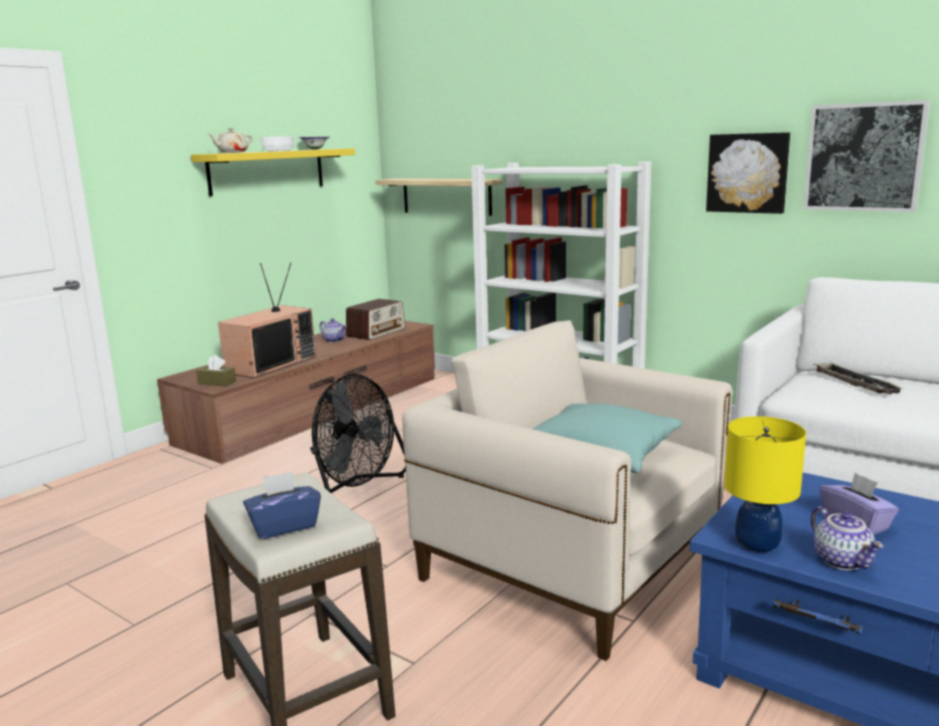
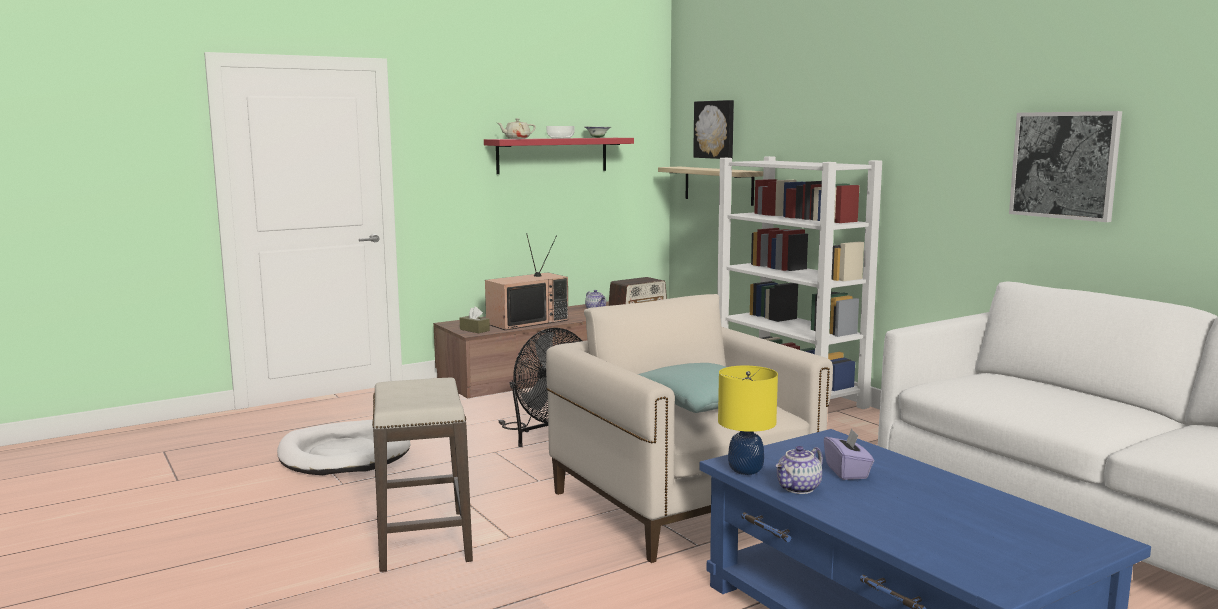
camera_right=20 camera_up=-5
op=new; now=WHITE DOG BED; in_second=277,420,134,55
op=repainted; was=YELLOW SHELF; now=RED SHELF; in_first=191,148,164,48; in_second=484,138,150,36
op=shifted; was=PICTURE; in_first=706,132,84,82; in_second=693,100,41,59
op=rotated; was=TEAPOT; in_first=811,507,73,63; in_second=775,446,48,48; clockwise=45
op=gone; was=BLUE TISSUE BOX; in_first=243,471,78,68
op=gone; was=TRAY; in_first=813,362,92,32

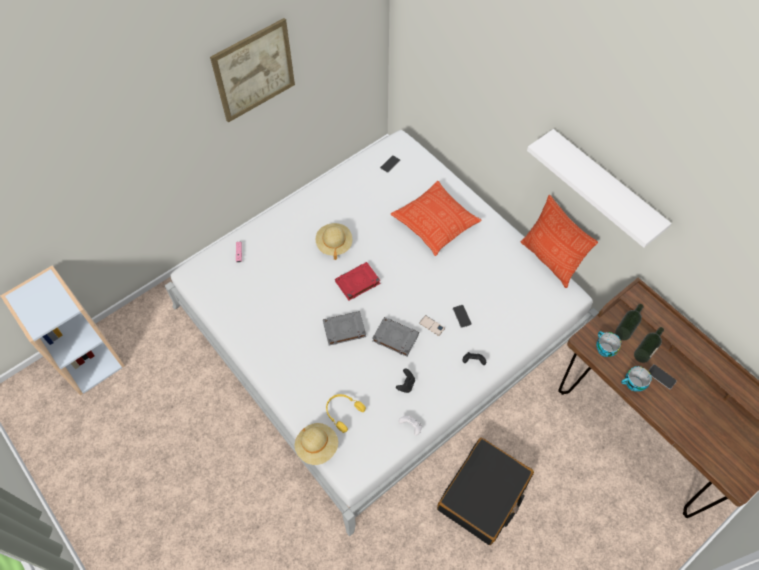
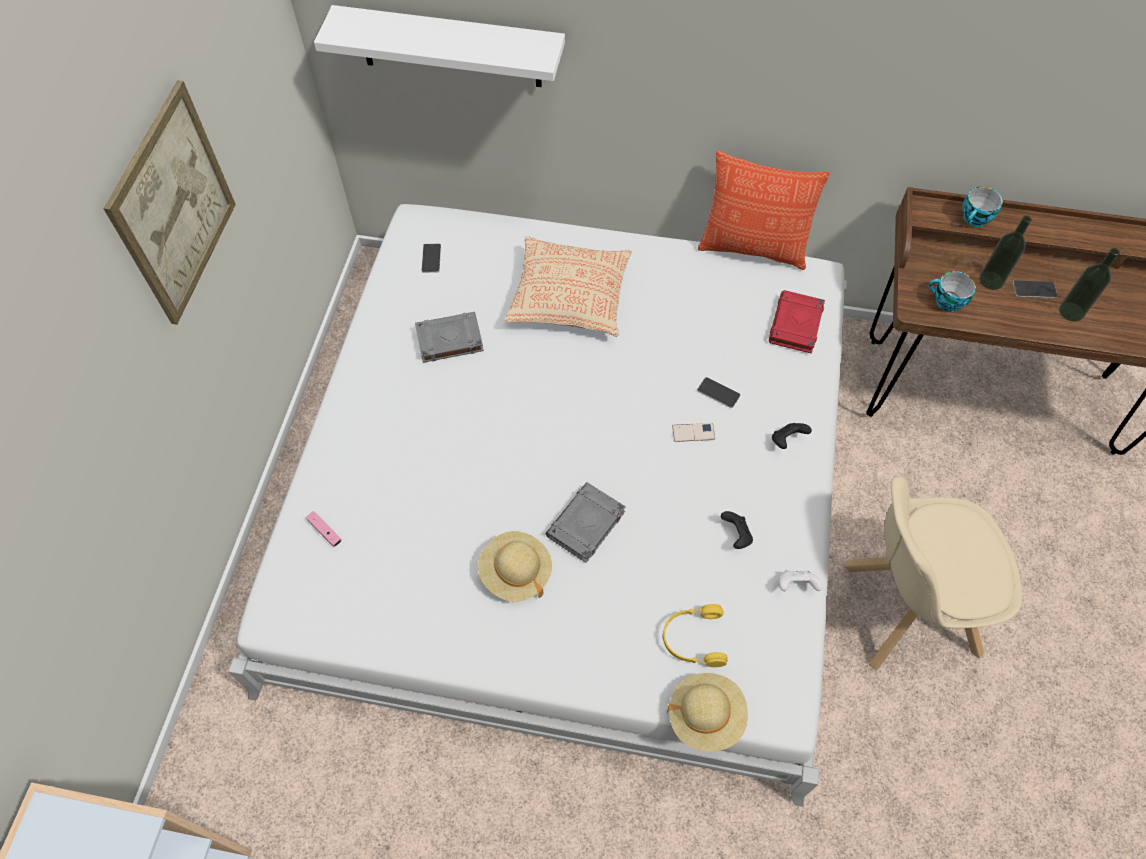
camera_right=-40 camera_up=0
op=shifted; was=WHITE SHELF; in_first=527,129,145,119; in_second=314,5,251,82
op=shifted; was=GREY BOOK; in_first=372,317,47,40; in_second=415,312,69,51
op=shifted; was=BEIGE HAT; in_first=316,223,36,37; in_second=478,531,74,71
op=repainted; was=ORANGE PILLOW; now=BEIGE PILLOW; in_first=390,181,92,75; in_second=504,236,128,101
op=shifted; was=RED BOOK; in_first=335,262,45,38; in_second=769,290,56,64
op=swapped; was=BLACK SUITCASE; now=BEIGE CHAIR; in_first=437,438,97,107; in_second=843,476,179,194
op=shifted; was=CUP; in_first=621,366,31,25; in_second=963,186,40,41
op=shifted; was=BOTTLE; in_first=615,304,29,36; in_second=1059,248,61,74

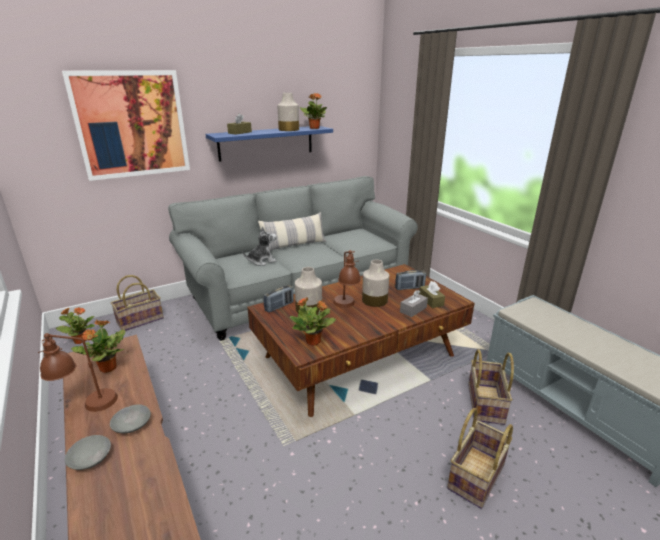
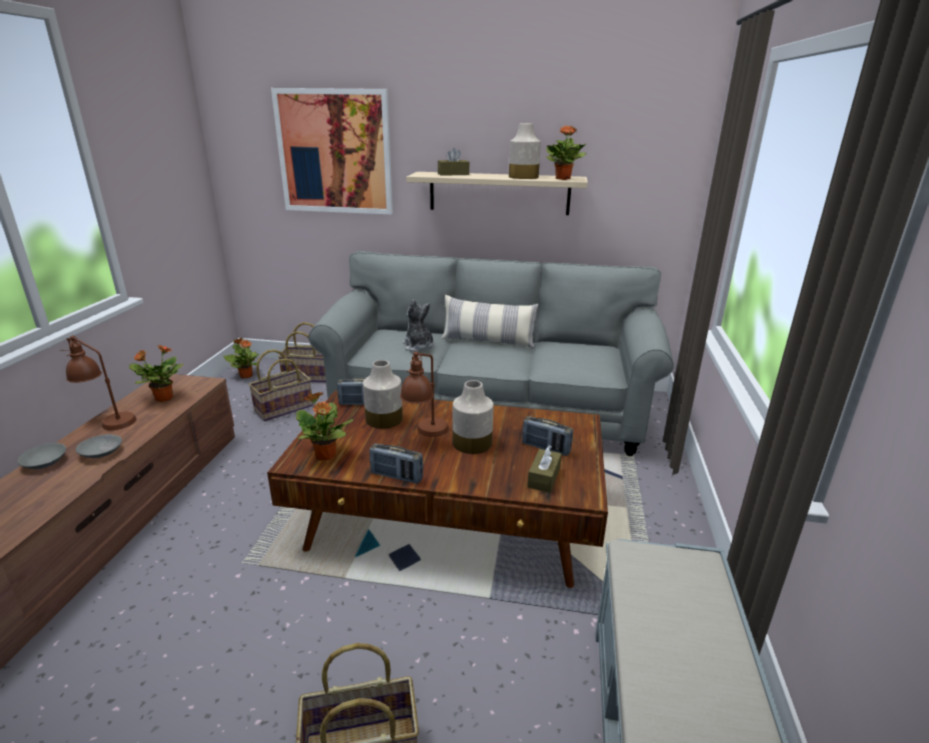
camera_right=40 camera_up=0
op=shifted; was=BASKET; in_first=468,349,46,76; in_second=248,349,65,72
op=new; now=RADIO; in_second=370,443,53,40
op=rotated; was=PLUSH TOY; in_first=243,226,33,40; in_second=402,299,33,53; clockwise=-135
op=repainted; was=BLUE SHELF; now=BEIGE SHELF; in_first=205,126,128,36; in_second=406,172,182,43
op=gone; was=GREY TISSUE BOX; in_first=400,290,28,27

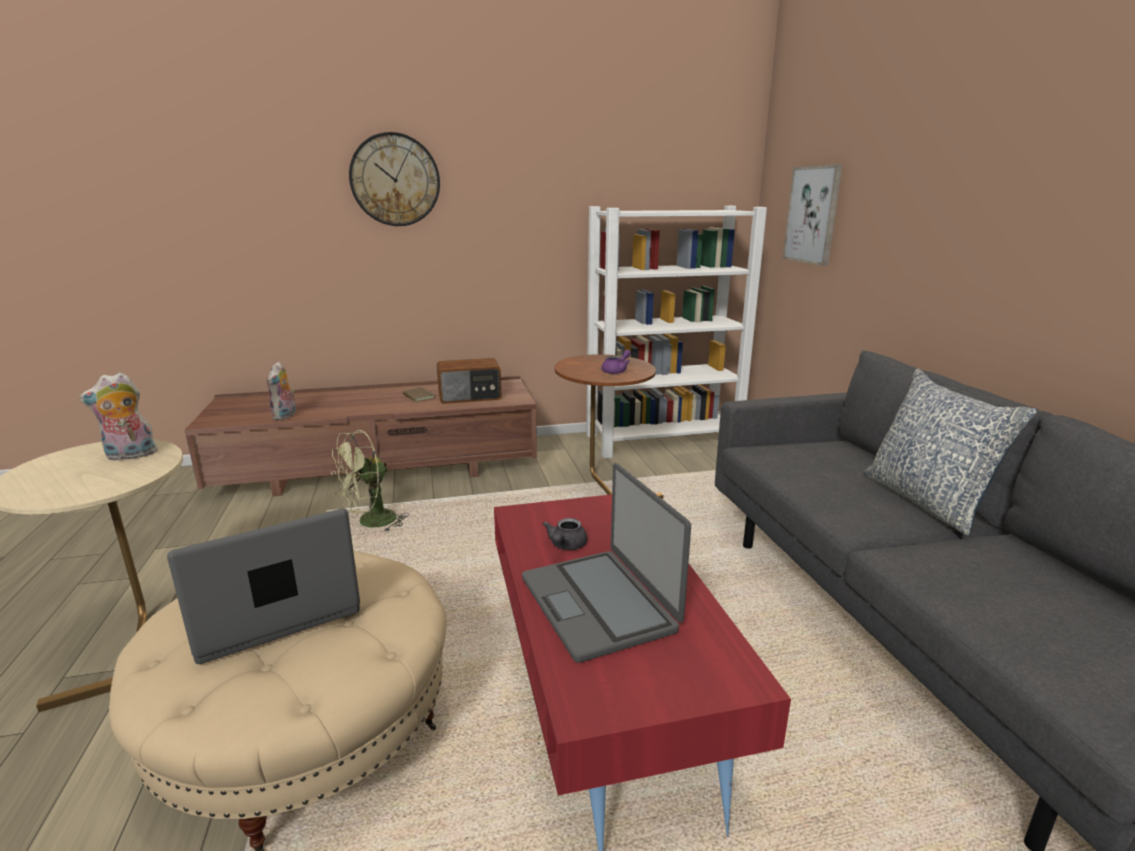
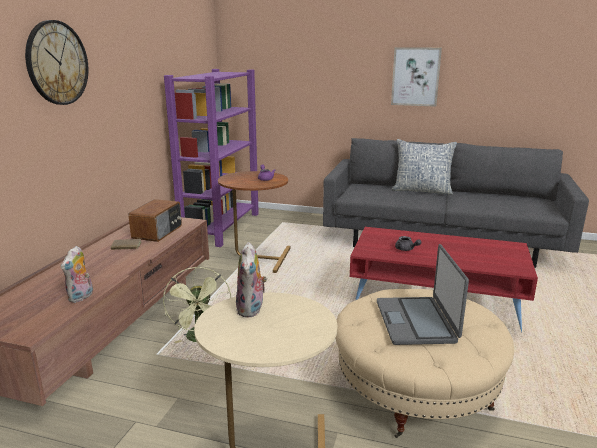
camera_right=-60 camera_up=0
op=rotated; was=PLUSH TOY; in_first=267,362,29,59; in_second=61,246,32,57; clockwise=75
op=repainted; was=WHITE BOOKCASE; now=PURPLE BOOKCASE; in_first=586,206,181,253; in_second=164,69,95,178
op=shifted; was=PICTURE; in_first=783,164,59,102; in_second=391,47,51,60
op=gone; was=LAPTOP; in_first=522,463,169,200

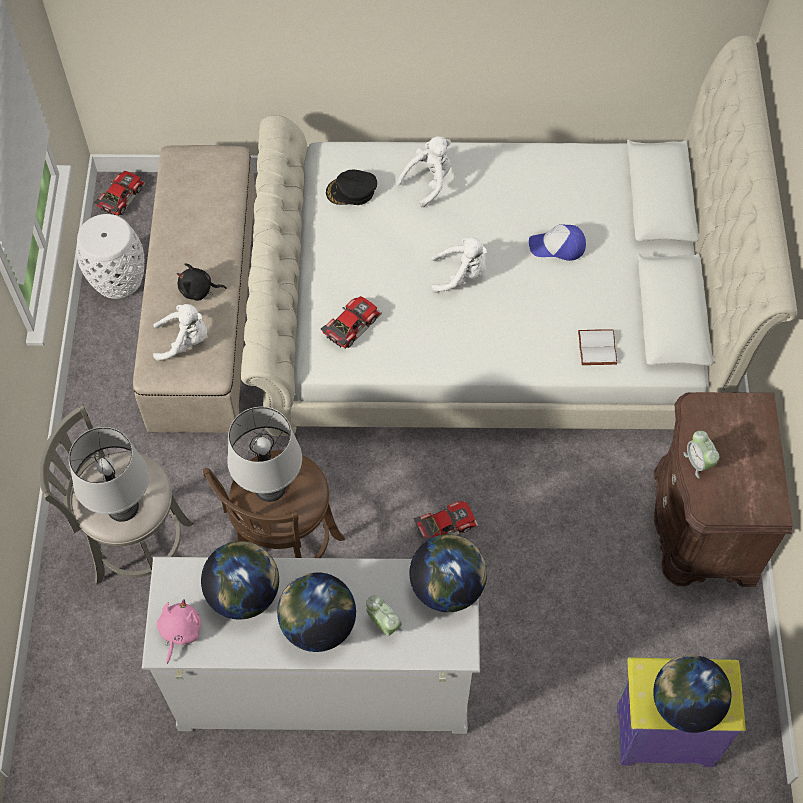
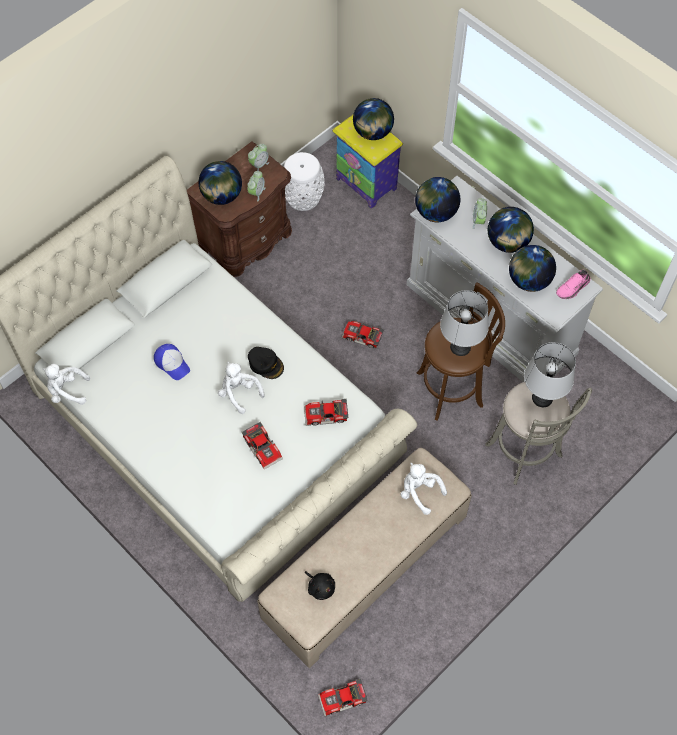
camera_right=-135 camera_up=0
op=shifted; was=WHITE PLUSH TOY; in_first=397,136,54,72; in_second=43,364,47,41
op=new; now=GLOBE; in_second=199,161,43,44
op=new; now=TOY CAR; in_second=242,422,41,47
op=new; now=ALARM CLOCK; in_second=248,144,22,27
op=shifted; was=BLACK CAP; in_first=326,170,51,35; in_second=248,347,36,32
op=shifted; was=WHITE STOOL; in_first=76,214,69,85; in_second=283,152,42,59
op=shifted; was=BLACK PLUSH TOY; in_first=177,263,50,38; in_second=305,571,30,29
op=swapped; was=PINK PLUSH TOY; now=PINK SHOE; in_first=156,599,45,64; in_second=556,270,34,29
op=gone; was=WHITE BOOK; in_first=578,329,39,36

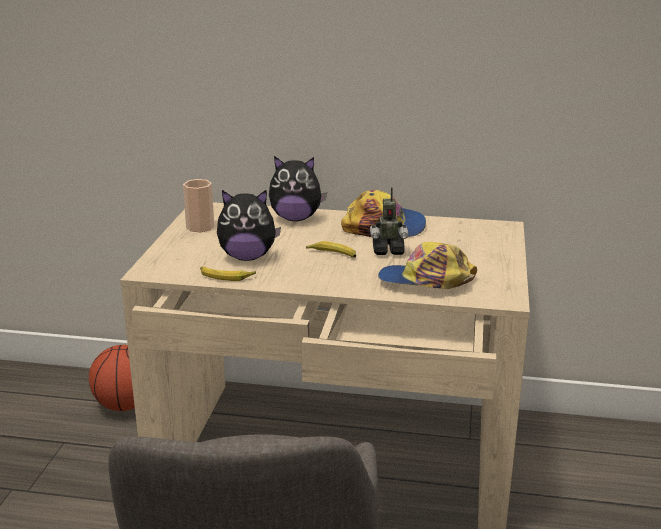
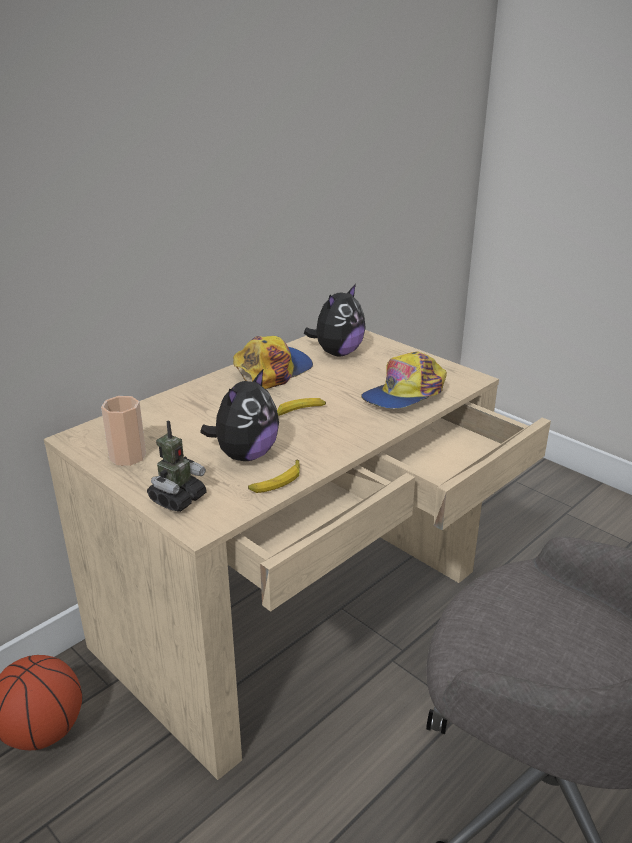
camera_right=-55 camera_up=5
op=shifted; was=TOY ROBOT; in_first=370,187,38,68; in_second=147,421,60,91
op=shifted; was=PLUSH TOY; in_first=269,156,58,65; in_second=304,284,62,72

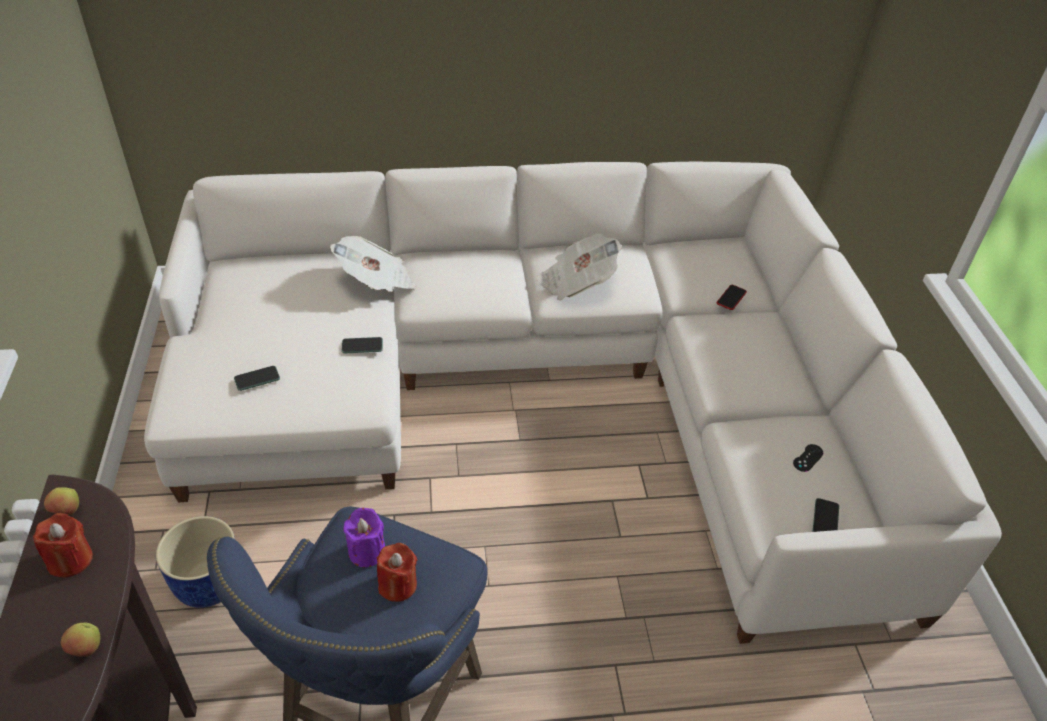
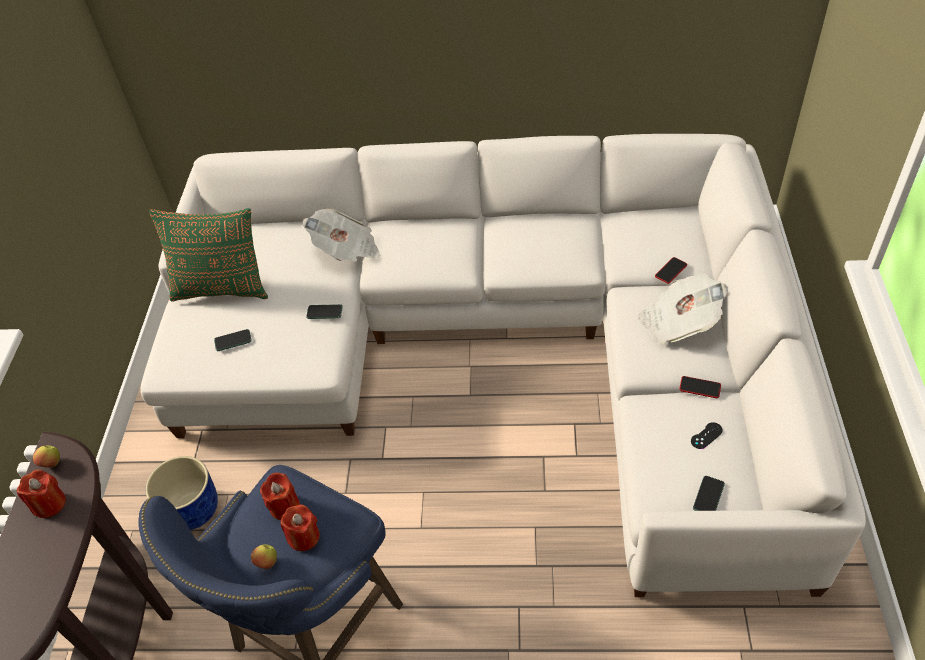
camera_right=15 camera_up=5
op=new; now=GREEN PILLOW; in_second=149,208,119,94
op=shifted; was=APPLE; in_first=61,623,39,34; in_second=251,544,26,25
op=repainted; was=PURPLE CANDLE; now=RED CANDLE; in_first=343,508,42,59; in_second=260,472,40,48
op=shifted; was=NEWSPAPER; in_first=537,234,85,67; in_second=638,273,90,72
op=new; now=PHONE; in_second=679,376,42,22

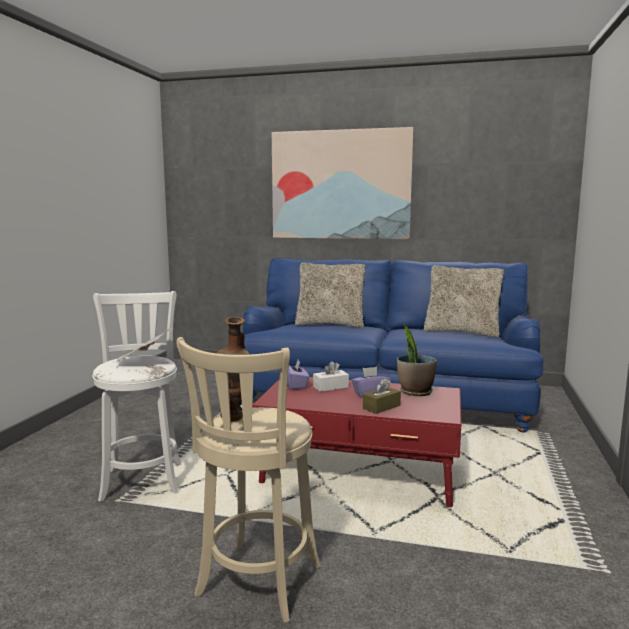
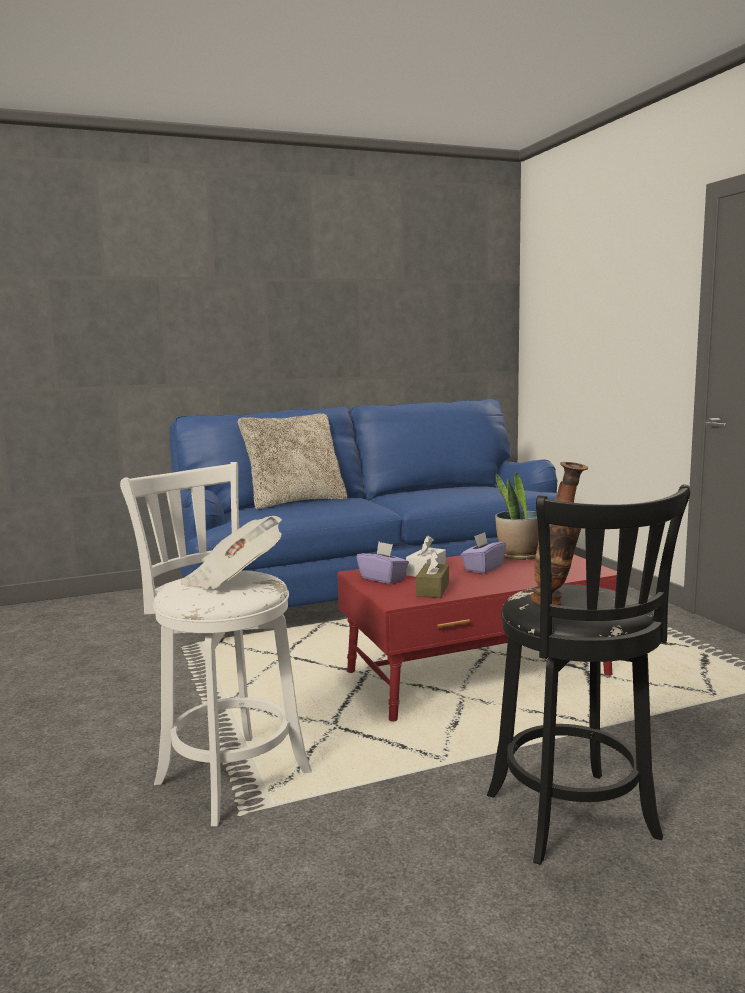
camera_right=-35 camera_up=0
op=shifted; was=BROWN TISSUE BOX; in_first=363,378,38,36; in_second=416,551,33,47
op=repainted; was=BEIGE STOOL; now=BLACK STOOL; in_first=176,337,145,286; in_second=487,484,204,381
op=gone; was=PICTURE; in_first=272,127,142,112
op=gone; was=BEIGE PILLOW; in_first=424,265,80,72

